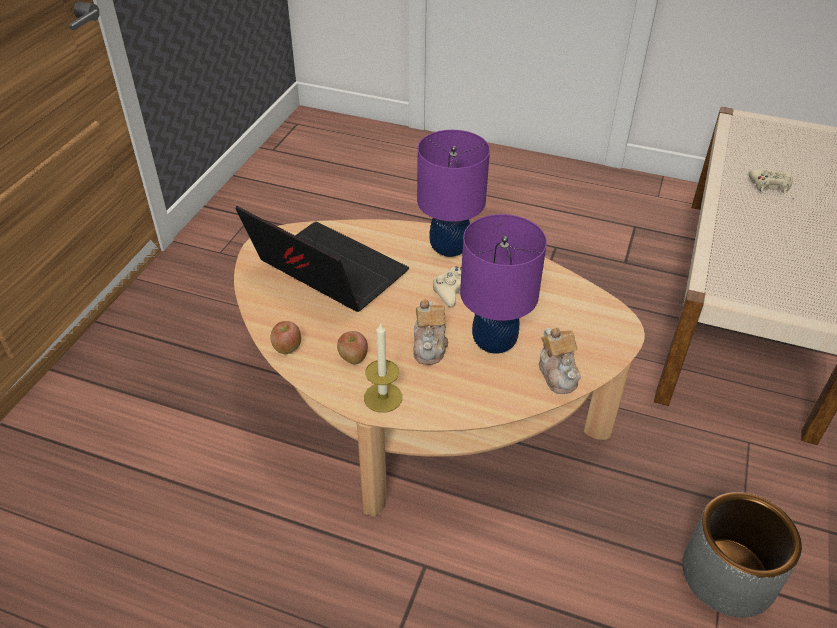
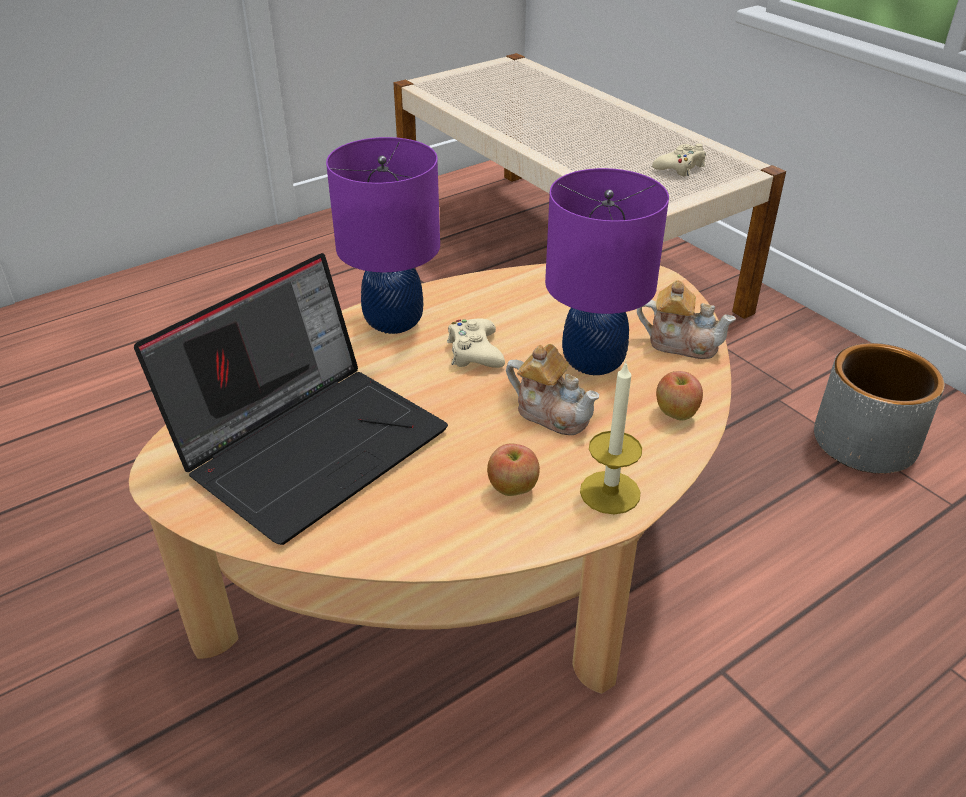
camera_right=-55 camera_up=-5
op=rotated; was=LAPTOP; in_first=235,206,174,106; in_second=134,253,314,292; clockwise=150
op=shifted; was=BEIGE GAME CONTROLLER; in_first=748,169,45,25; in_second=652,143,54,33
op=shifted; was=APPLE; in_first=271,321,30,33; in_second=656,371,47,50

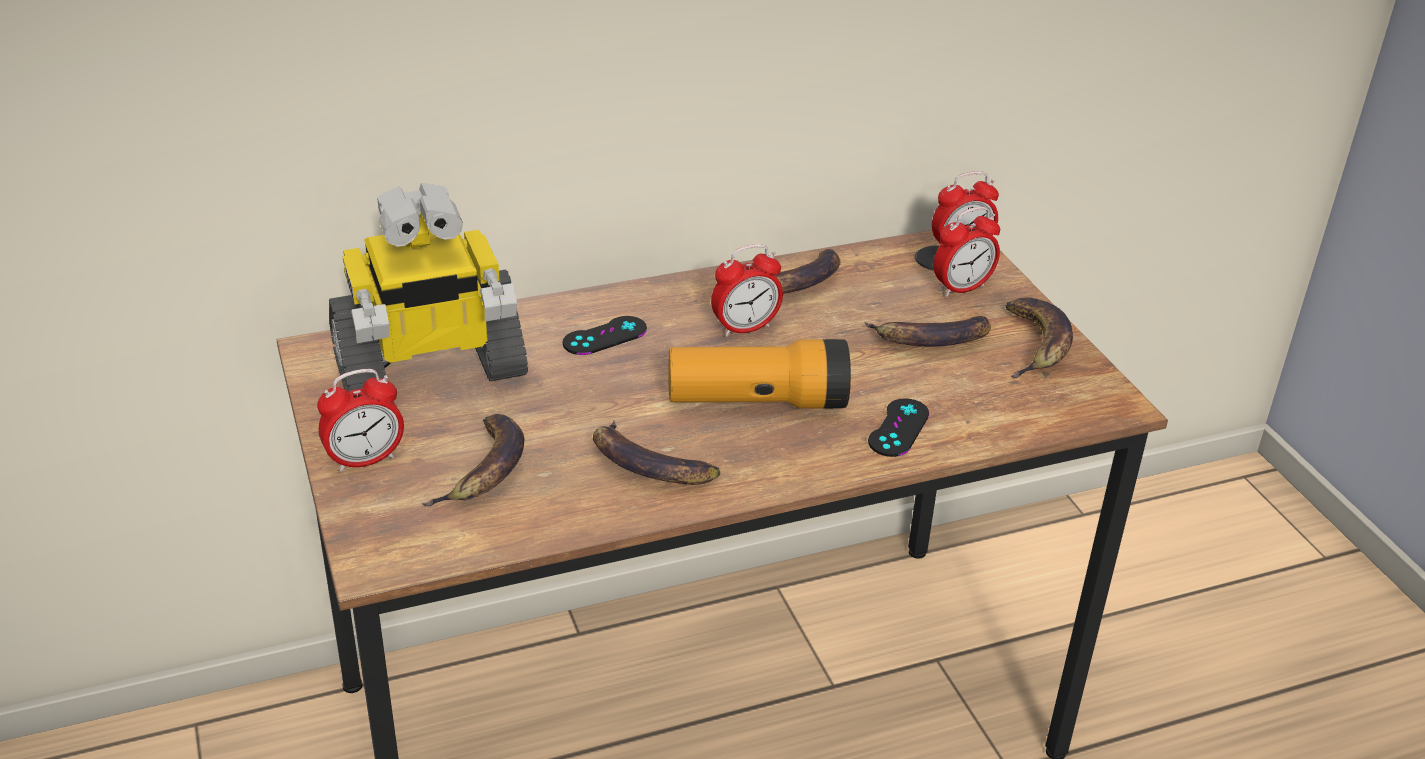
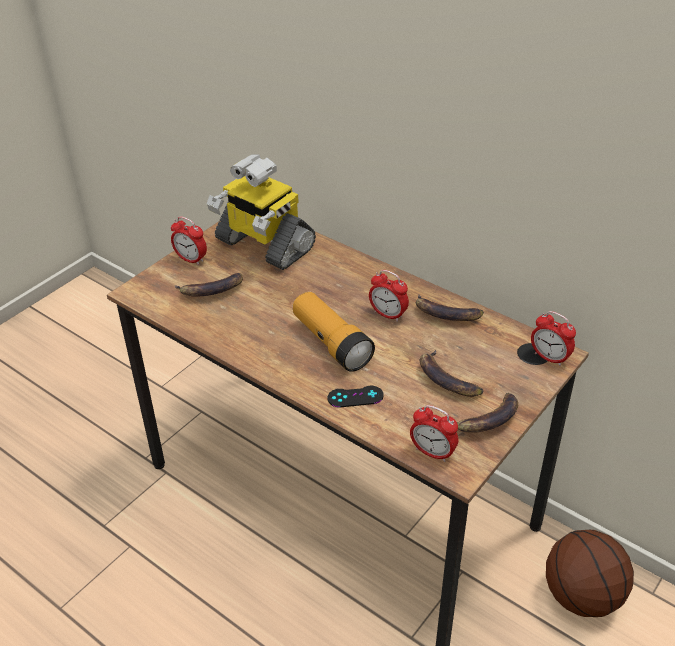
camera_right=60 camera_up=5
op=shifted; was=ALARM CLOCK; in_first=933,207,67,90; in_second=410,405,48,57
op=new; now=BASKETBALL; in_second=546,530,88,87
op=gone; was=BLACK GAME CONTROLLER; in_first=563,316,84,39
op=gone; was=BANANA; in_first=593,420,127,65

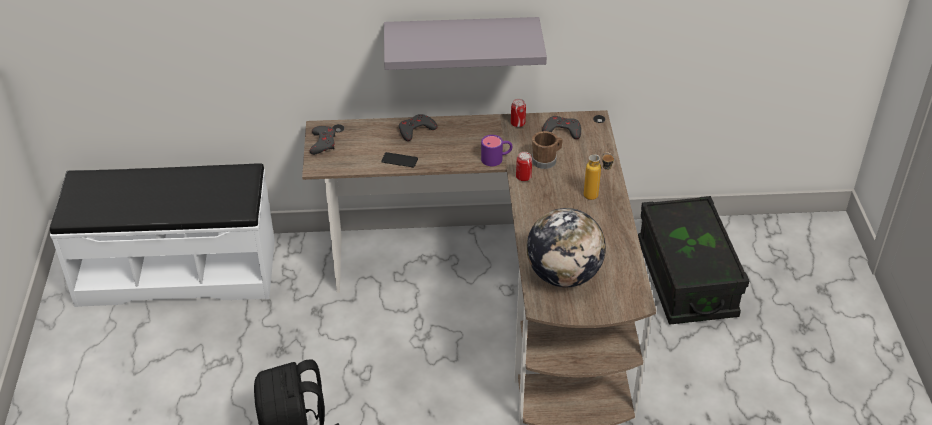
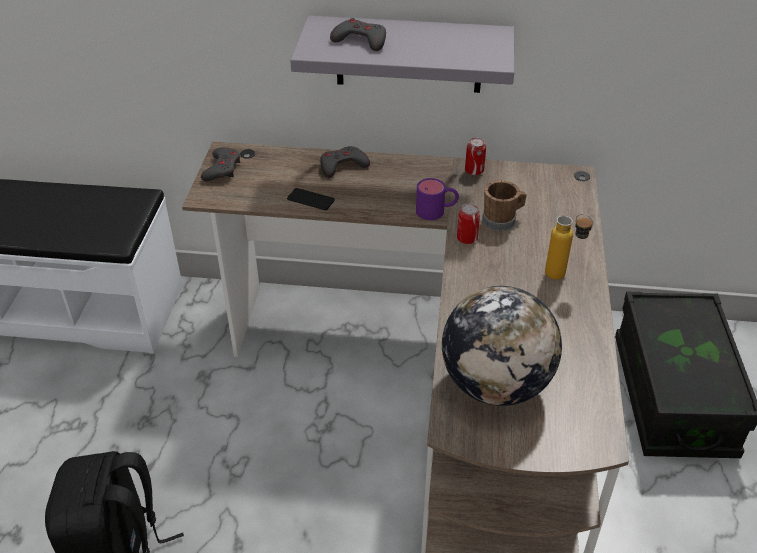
camera_right=10 camera_up=0
op=shifted; was=GREY GAME CONTROLLER; in_first=542,116,39,23; in_second=330,18,56,33

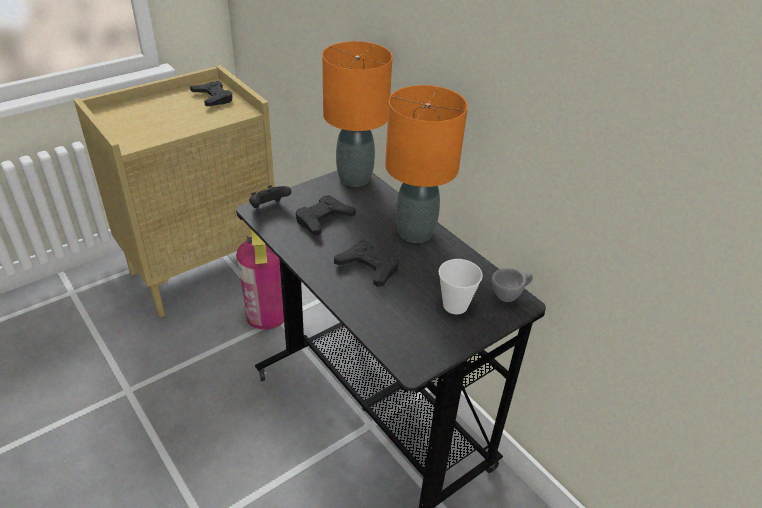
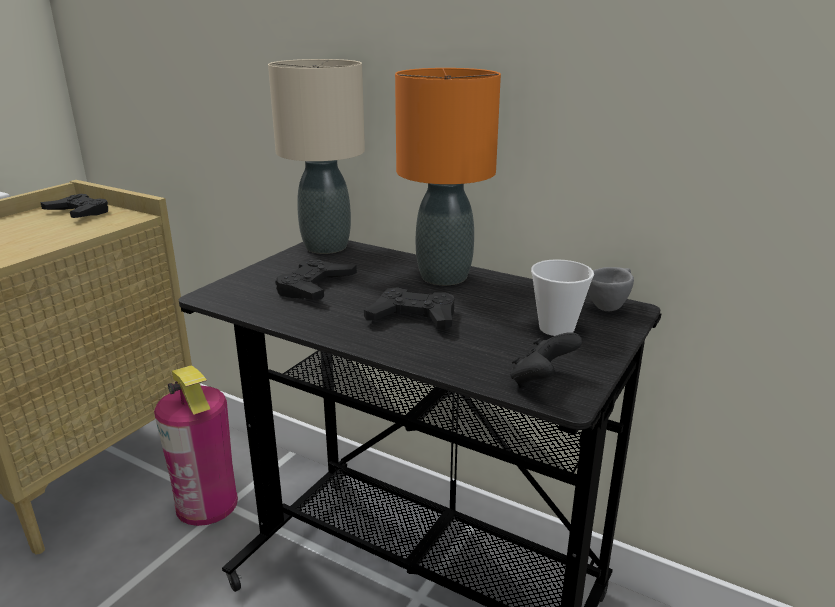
camera_right=-20 camera_up=-15
op=repainted; was=ORANGE TABLE LAMP; now=BEIGE TABLE LAMP; in_first=322,41,71,146; in_second=268,59,97,195
op=shifted; was=BLACK GAME CONTROLLER; in_first=249,185,43,23; in_second=510,332,72,56

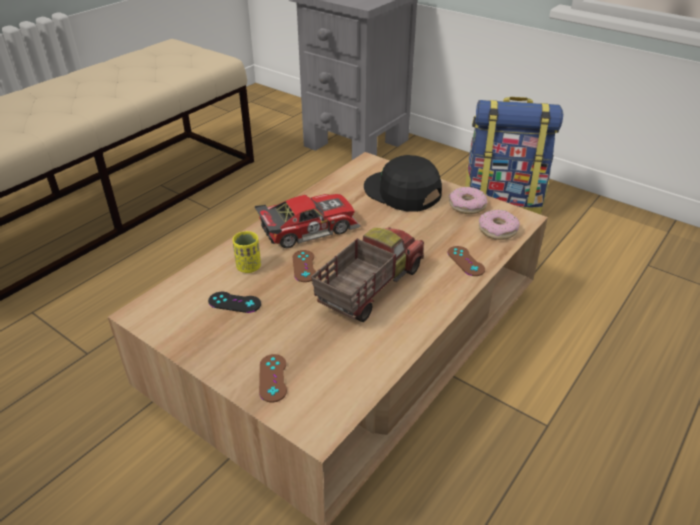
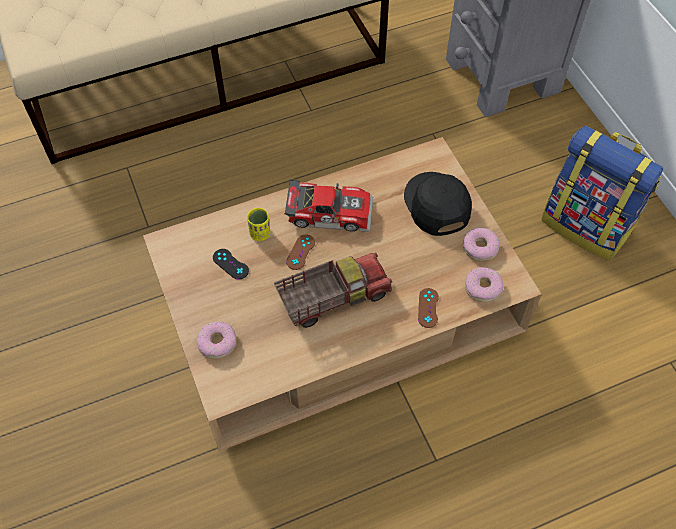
camera_right=30 camera_up=20
op=swapped; was=BROWN GAME CONTROLLER; now=DONUT; in_first=259,354,28,48; in_second=196,322,41,37

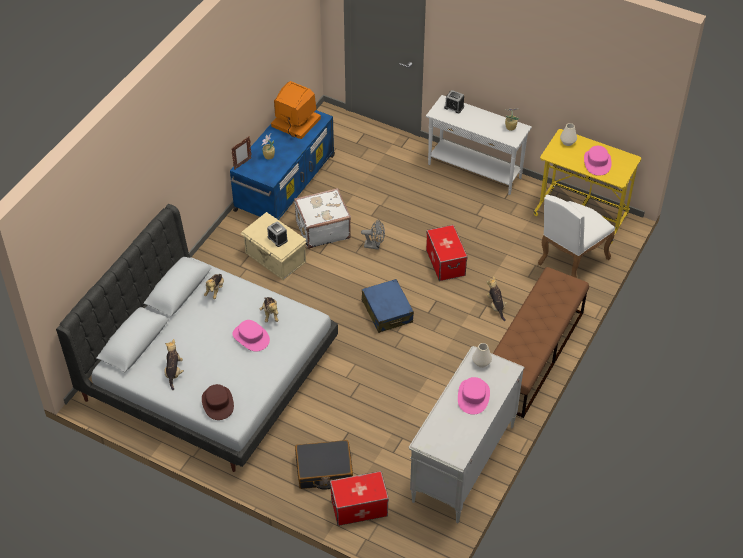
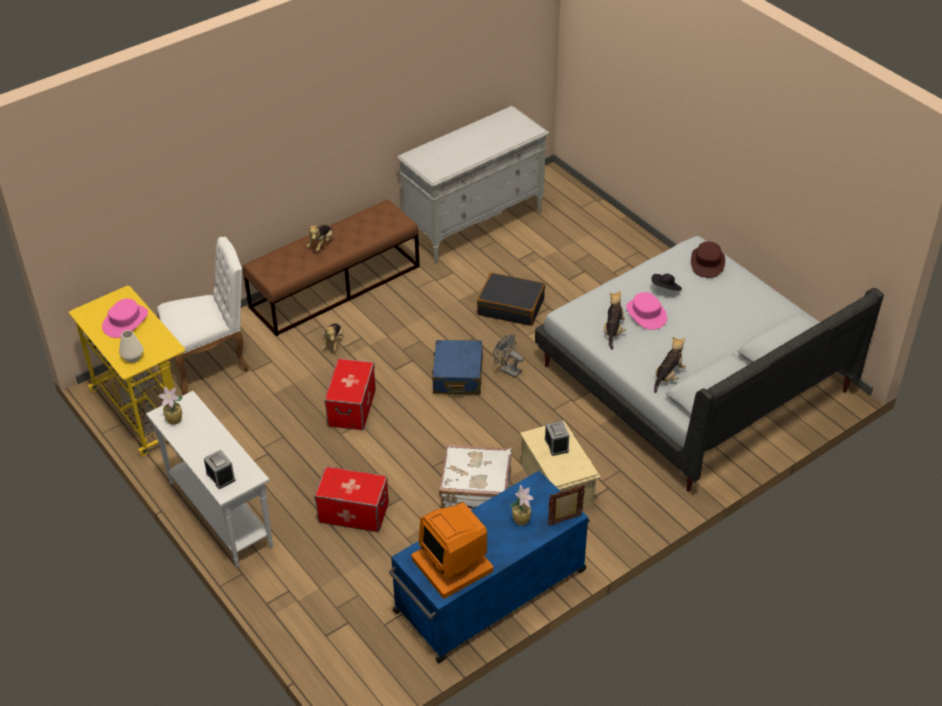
camera_right=-155 camera_up=-5
op=shifted; was=PLUSH TOY; in_first=164,339,20,51; in_second=306,225,27,26
op=shifted; was=STORAGE BOX; in_first=330,471,59,55; in_second=314,466,75,66
op=shifted; was=BLACK SUITCASE; in_first=295,440,58,50; in_second=477,273,68,53
op=shifted; was=GREY FAN; in_first=361,220,24,30; in_second=493,334,31,44
op=new; now=BLACK HAT; in_second=652,273,30,18
op=gone; was=PINK HAT; in_first=458,377,32,37
op=gone; was=WHITE VASE; in_first=472,343,20,25

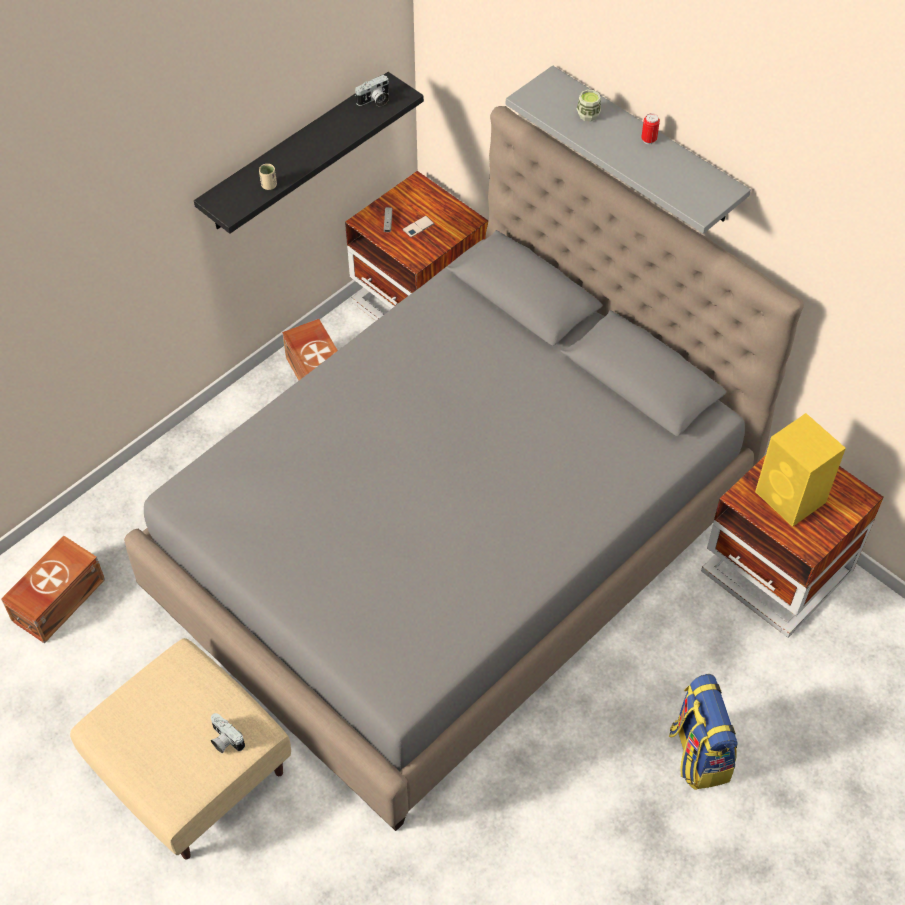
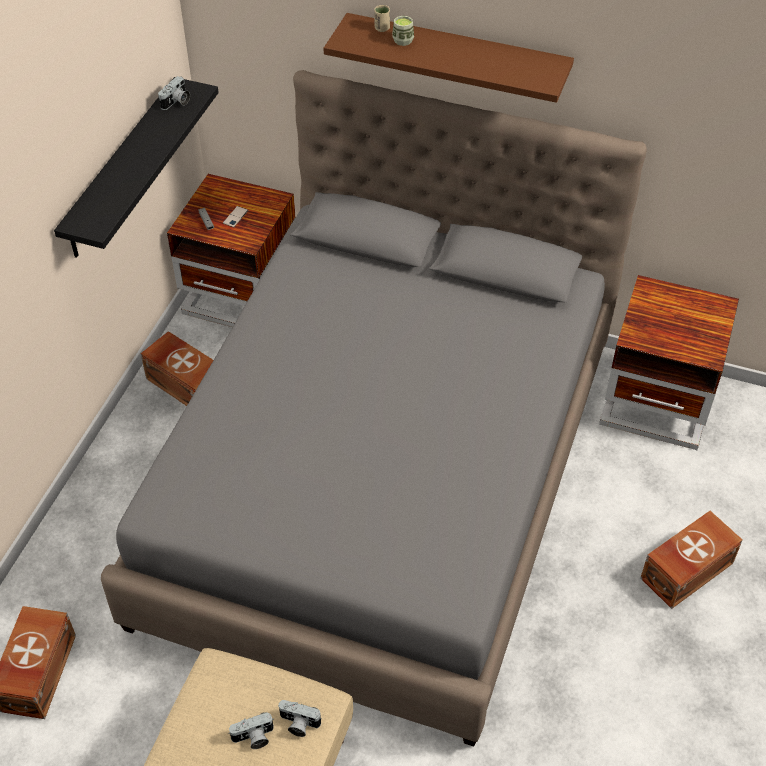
camera_right=-25 camera_up=-5
op=new; now=PHOTO CAMERA; in_second=228,712,46,37
op=repainted; was=GREY SHELF; now=BROWN SHELF; in_first=506,65,245,169; in_second=324,13,250,90
op=shifted; was=BEIGE CUP; in_first=259,164,18,26; in_second=374,5,16,27
op=swapped; was=BACKPACK; now=BROWN STORAGE BOX; in_first=668,674,70,116; in_second=641,511,102,98
op=gone; was=CAN; in_first=641,113,19,31
op=gone; was=YELLOW SPEAKER; in_first=755,413,91,114

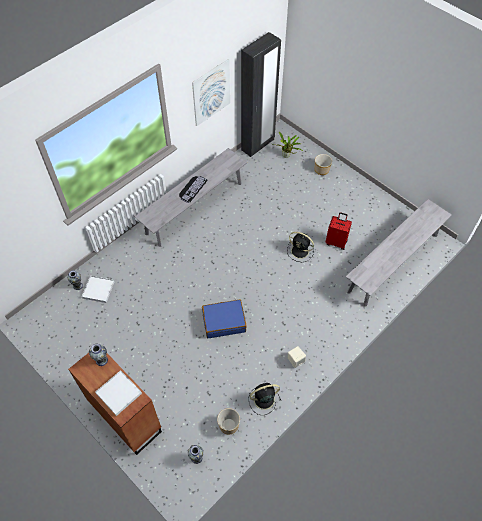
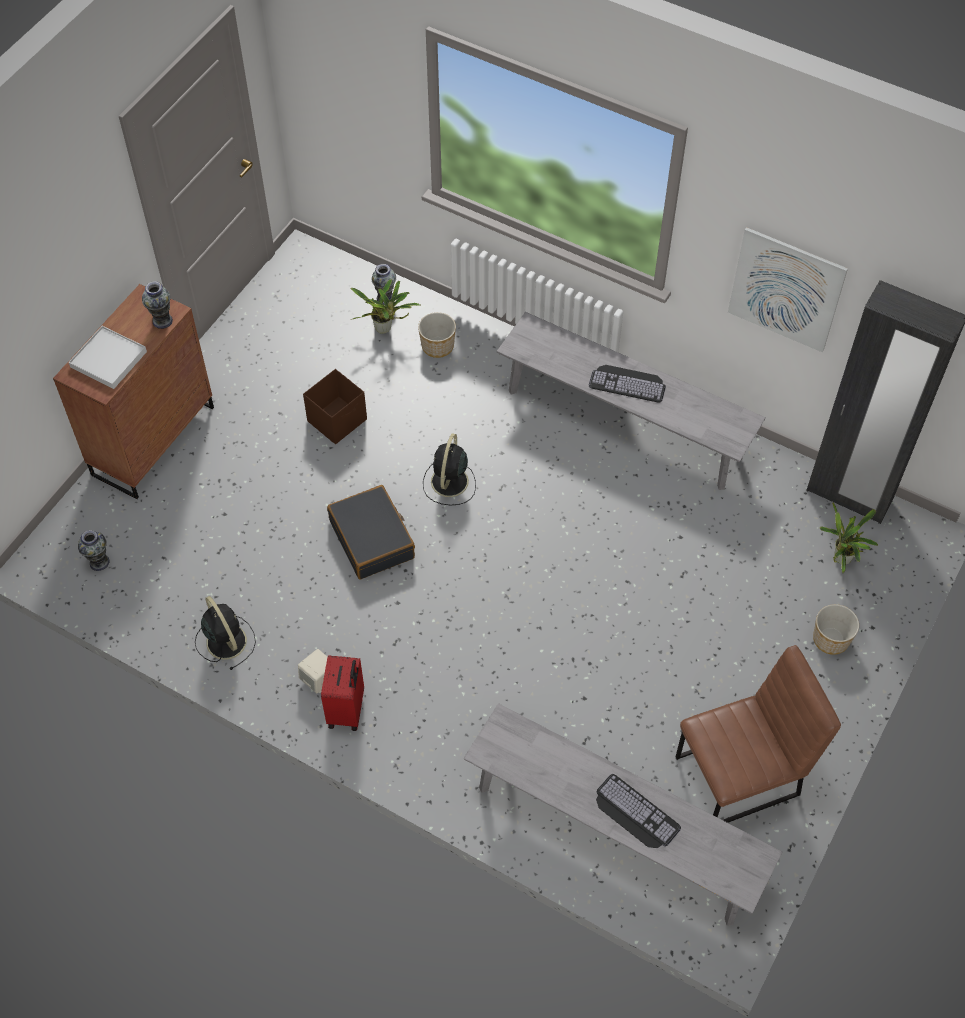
camera_right=75 camera_up=0
op=new; now=BROWN STORAGE BOX; in_second=303,369,64,75
op=shifted; was=RED SUITCASE; in_first=326,212,26,38; in_second=321,655,43,76
op=repainted; was=BLUE SUITCASE; now=BLACK SUITCASE; in_first=202,299,45,39; in_second=327,485,88,95
op=swapped; was=WHITE TRAY; now=POTTED PLANT; in_first=82,276,32,27; in_second=350,279,70,55
op=shifted; was=PLANTER; in_first=217,408,23,26; in_second=418,312,38,46
op=shifted; was=BLACK FAN; in_first=287,232,27,30; in_second=423,433,53,73
op=new; now=KEYBOARD; in_second=596,774,85,74
op=new; now=BROWN CHAIR; in_second=676,645,165,178

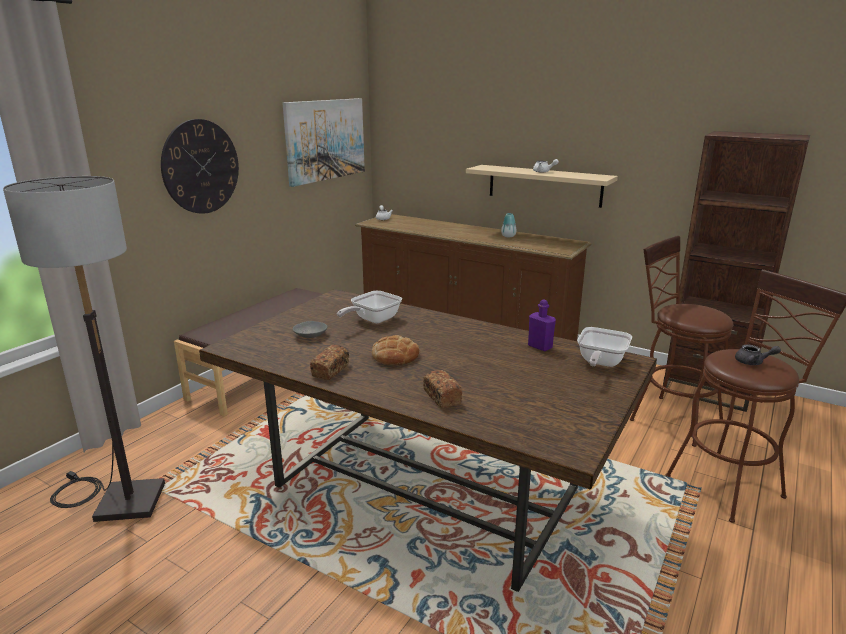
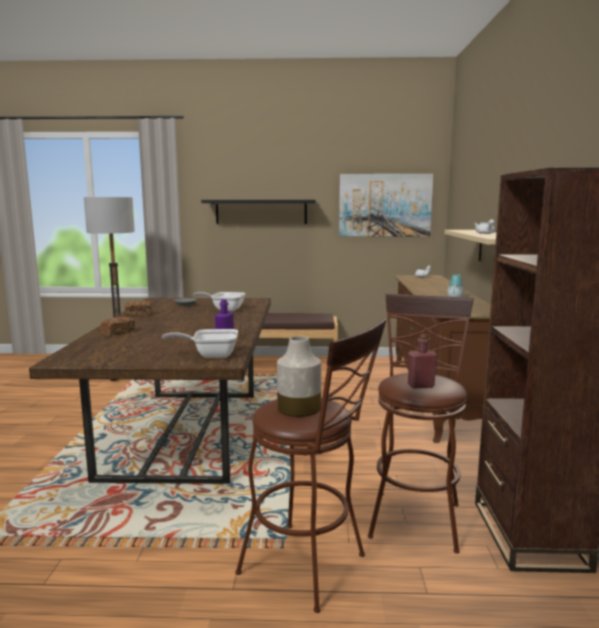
camera_right=60 camera_up=-10
op=swapped; was=WALL CLOCK; now=BLACK SHELF; in_first=161,119,78,95; in_second=201,200,115,24
op=swapped; was=GREY TEAPOT; now=BEIGE VASE; in_first=735,344,46,21; in_second=277,336,44,81
op=new; now=RED BOTTLE; in_second=408,334,29,55
op=gone; was=BREAD; in_first=372,335,47,30

